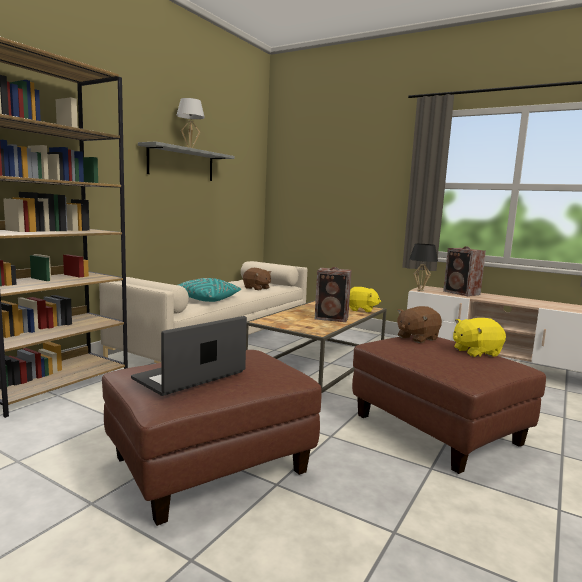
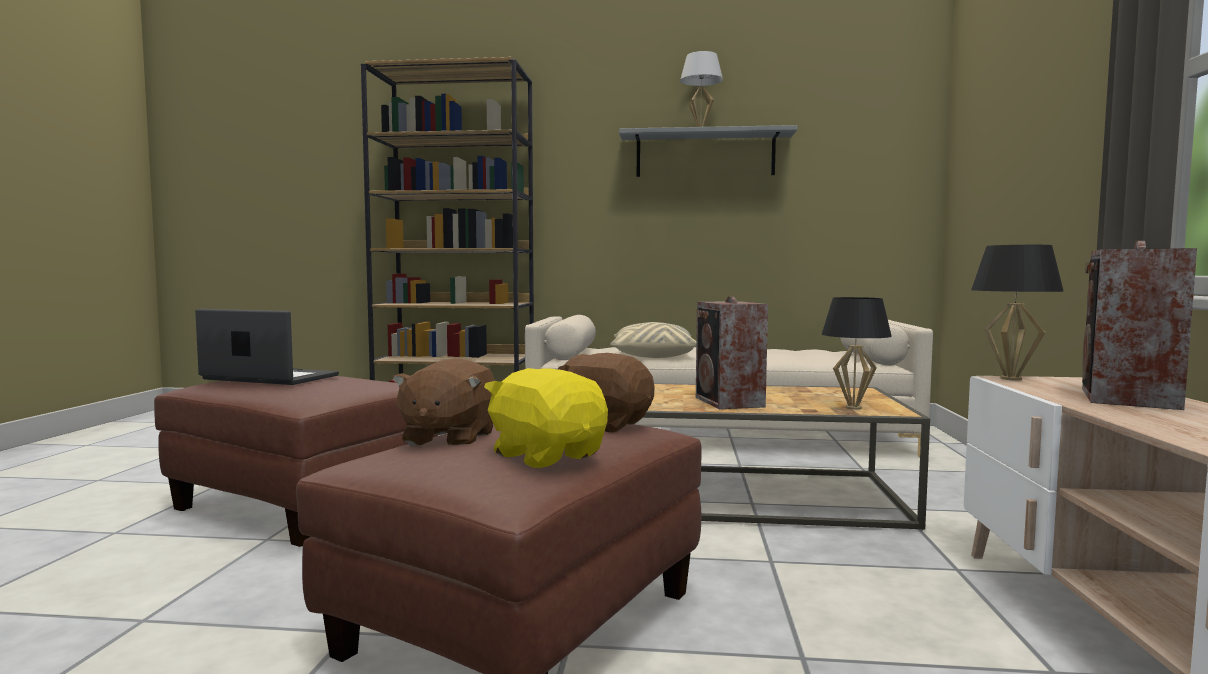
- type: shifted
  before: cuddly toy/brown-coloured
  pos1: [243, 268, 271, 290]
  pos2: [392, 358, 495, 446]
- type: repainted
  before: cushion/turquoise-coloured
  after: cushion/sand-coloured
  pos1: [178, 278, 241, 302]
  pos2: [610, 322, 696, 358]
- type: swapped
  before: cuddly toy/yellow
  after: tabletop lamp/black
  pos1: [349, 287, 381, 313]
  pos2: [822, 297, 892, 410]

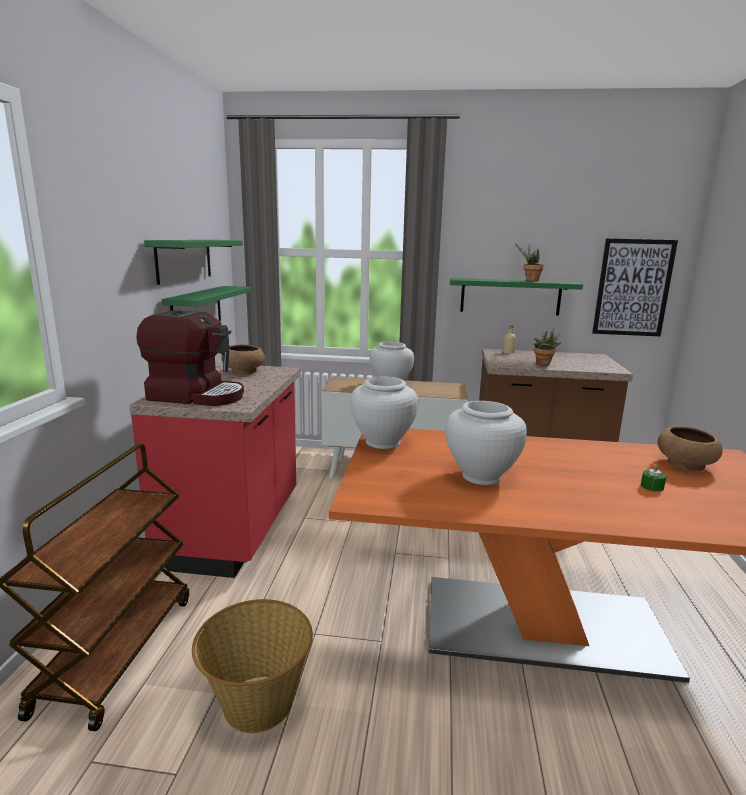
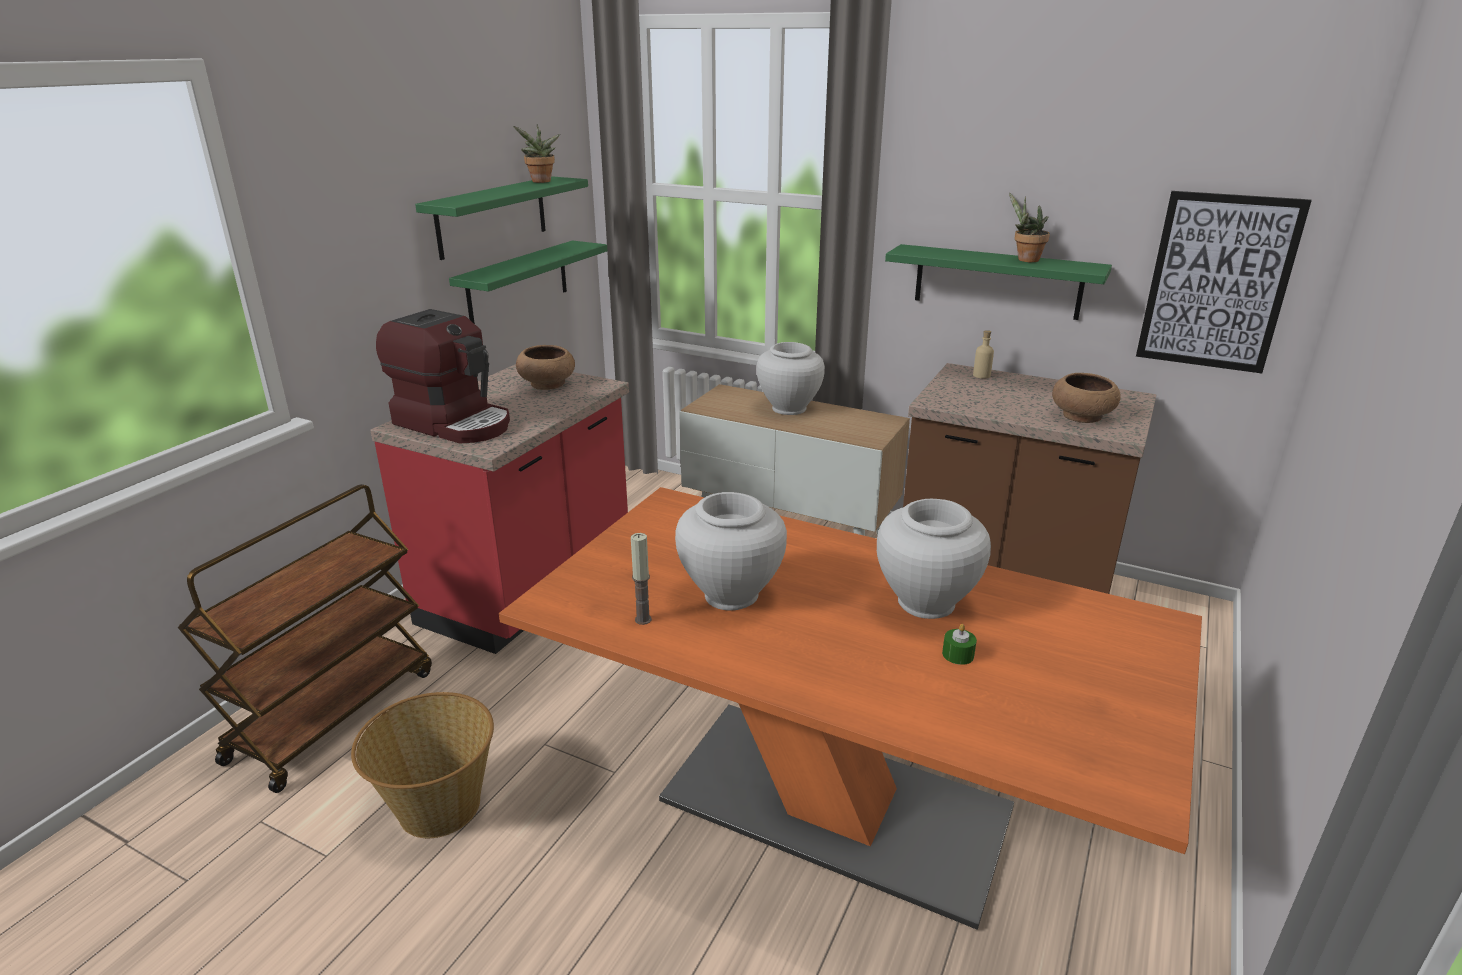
- type: shifted
  before: plant in a pot
  pos1: [534, 328, 561, 366]
  pos2: [513, 124, 560, 183]
- type: new
  after: wax light
  pos2: [631, 533, 652, 625]
- type: shifted
  before: flower vase/whitish
  pos1: [350, 376, 418, 449]
  pos2: [877, 499, 991, 619]
- type: shifted
  before: bowl/brown-coloured
  pos1: [658, 426, 723, 471]
  pos2: [1052, 373, 1121, 423]

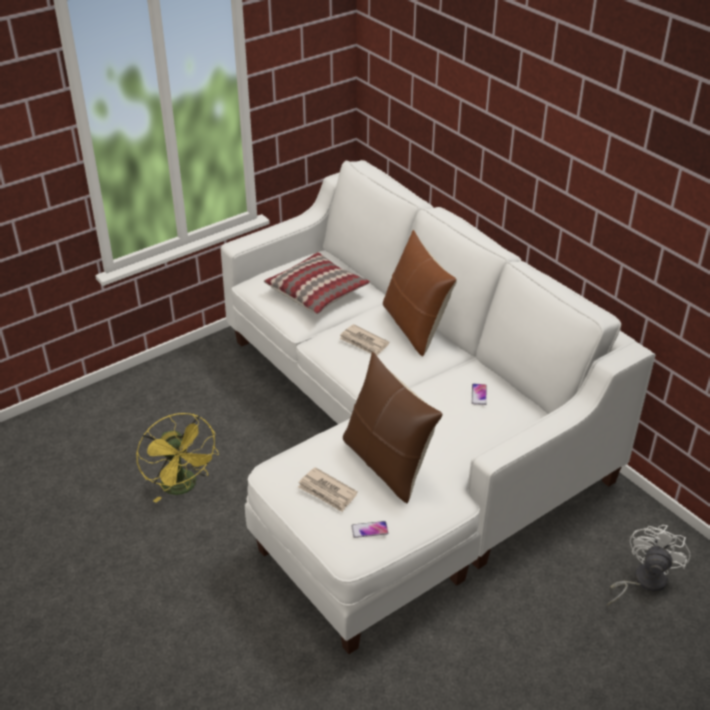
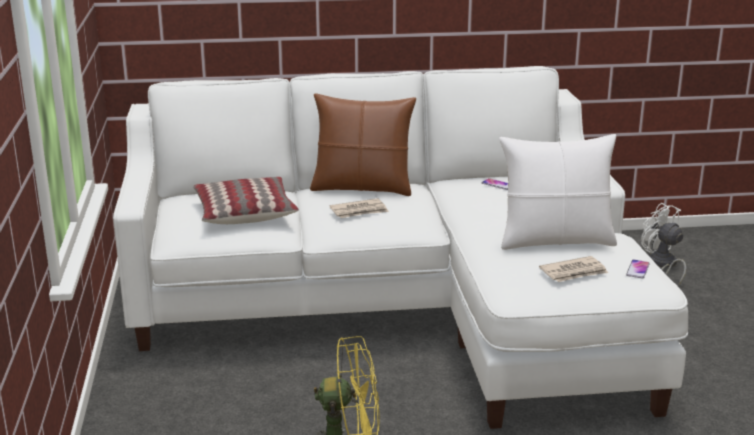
- type: repainted
  before: cushion/brown-coloured
  after: cushion/whitish
  pos1: [343, 352, 443, 504]
  pos2: [499, 134, 617, 250]

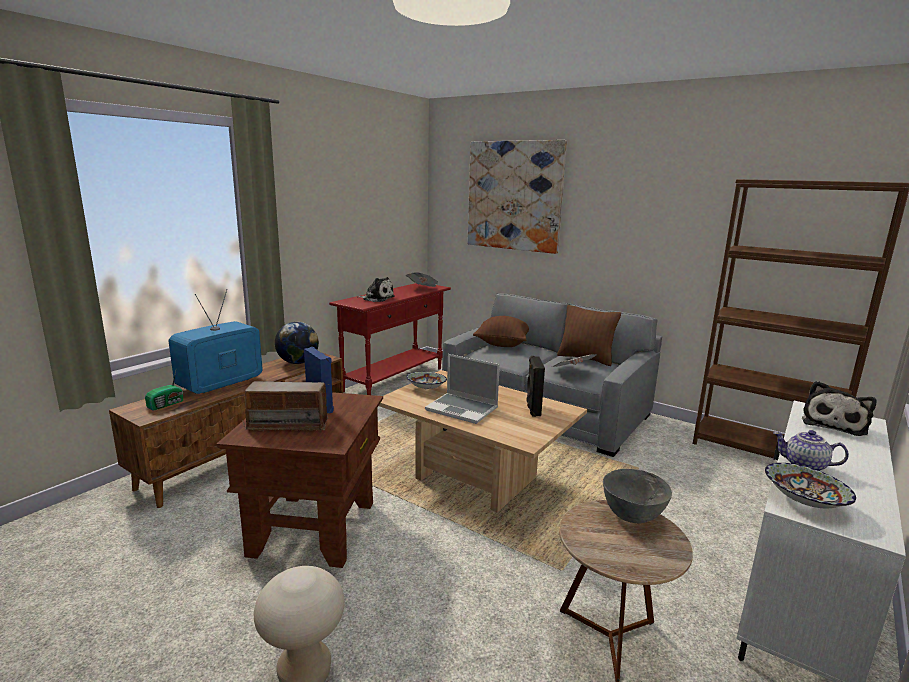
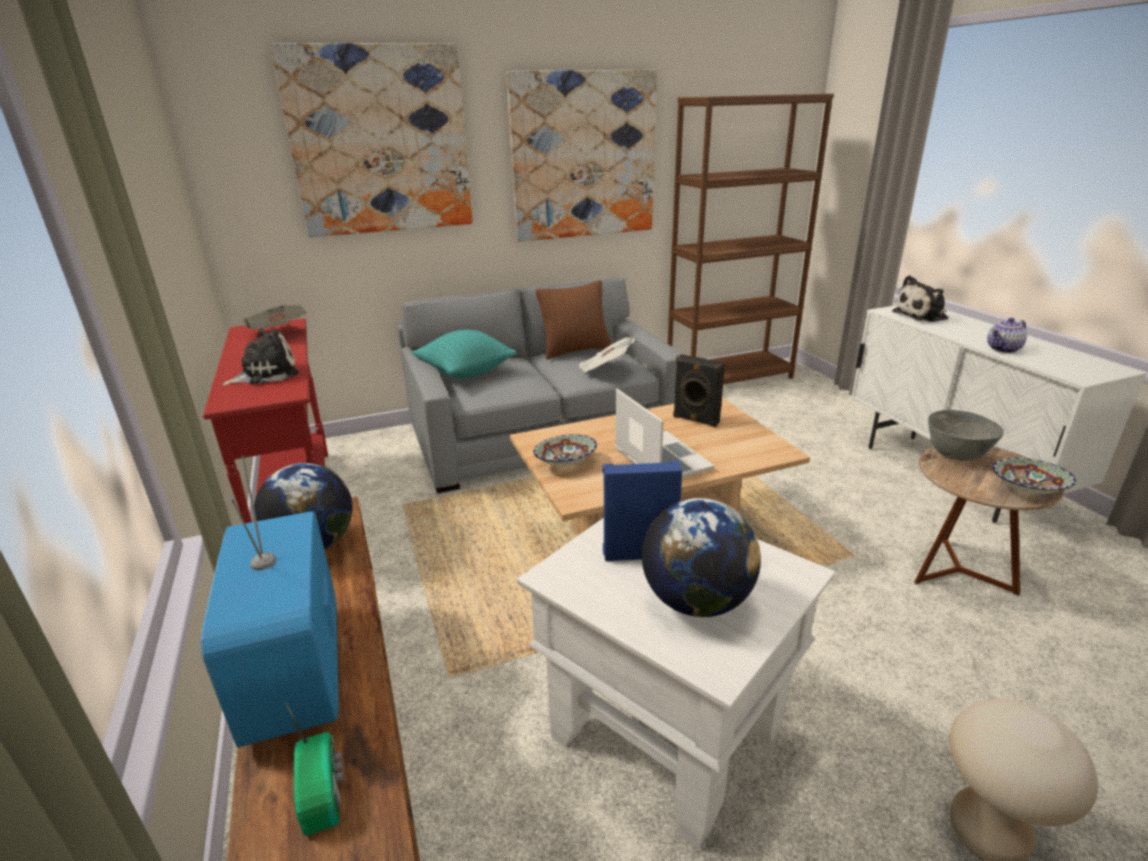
- type: repainted
  before: cushion/brown-coloured
  after: cushion/turquoise-coloured
  pos1: [473, 316, 529, 347]
  pos2: [412, 330, 517, 379]
- type: new
  after: wall picture
  pos2: [506, 70, 657, 242]
- type: repainted
  before: accent table/brown-coloured
  after: accent table/whitish
  pos1: [216, 392, 383, 568]
  pos2: [517, 518, 836, 850]
- type: rotated
  before: laptop
  pos1: [425, 354, 500, 424]
  pos2: [615, 389, 714, 478]
  turn: -90
- type: swapped
  before: radio receiver
  after: world globe
  pos1: [242, 381, 329, 431]
  pos2: [642, 498, 761, 617]
- type: rotated
  before: cuddly toy
  pos1: [802, 381, 876, 436]
  pos2: [892, 275, 949, 322]
  turn: 90
- type: shifted
  before: bowl
  pos1: [765, 463, 856, 508]
  pos2: [992, 458, 1076, 494]

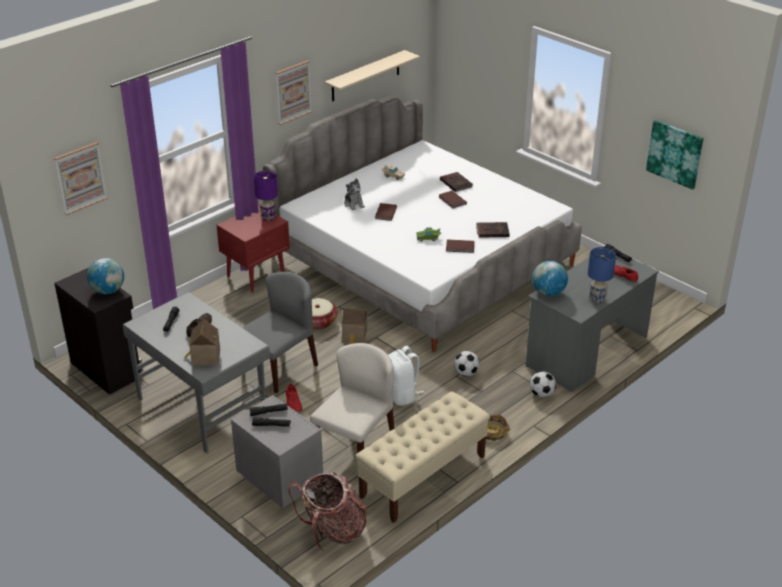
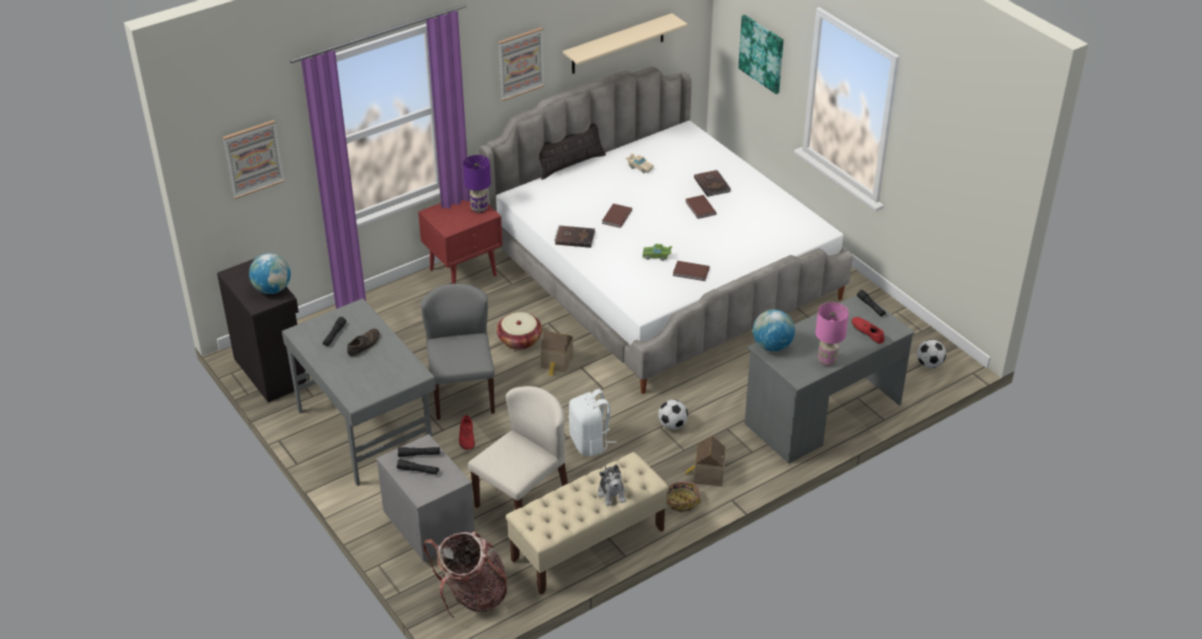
- type: rotated
  before: upright chair/greyish
  pos1: [242, 272, 318, 394]
  pos2: [421, 284, 495, 420]
  turn: -60
- type: new
  after: cushion
  pos2: [539, 123, 606, 180]
- type: shifted
  before: volume/brown-coloured
  pos1: [476, 222, 510, 238]
  pos2: [554, 226, 595, 248]
- type: shifted
  before: cuddly toy
  pos1: [344, 178, 365, 211]
  pos2: [598, 465, 626, 506]
- type: shifted
  before: model house
  pos1: [184, 319, 220, 366]
  pos2: [686, 436, 726, 486]
- type: shifted
  before: wall picture
  pos1: [646, 120, 703, 190]
  pos2: [738, 15, 784, 94]
- type: repainted
  before: tabletop lamp/bluish
  after: tabletop lamp/pink
  pos1: [588, 247, 616, 303]
  pos2: [815, 302, 849, 366]
- type: shifted
  before: ball for football
  pos1: [530, 371, 556, 398]
  pos2: [917, 340, 946, 368]

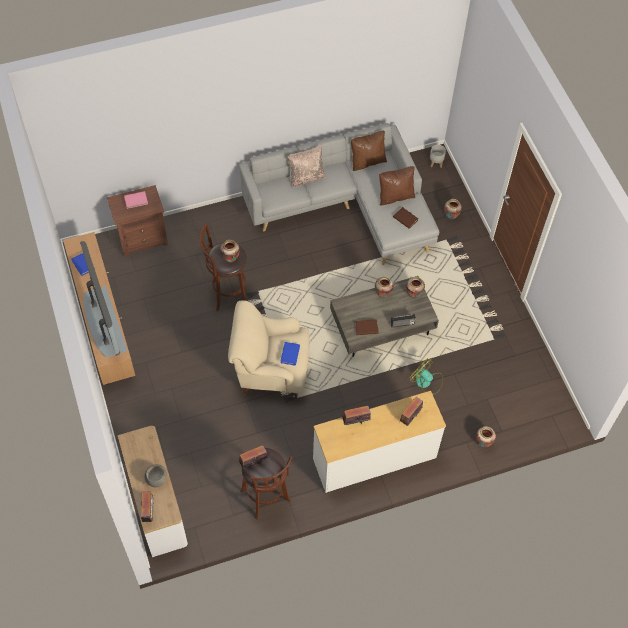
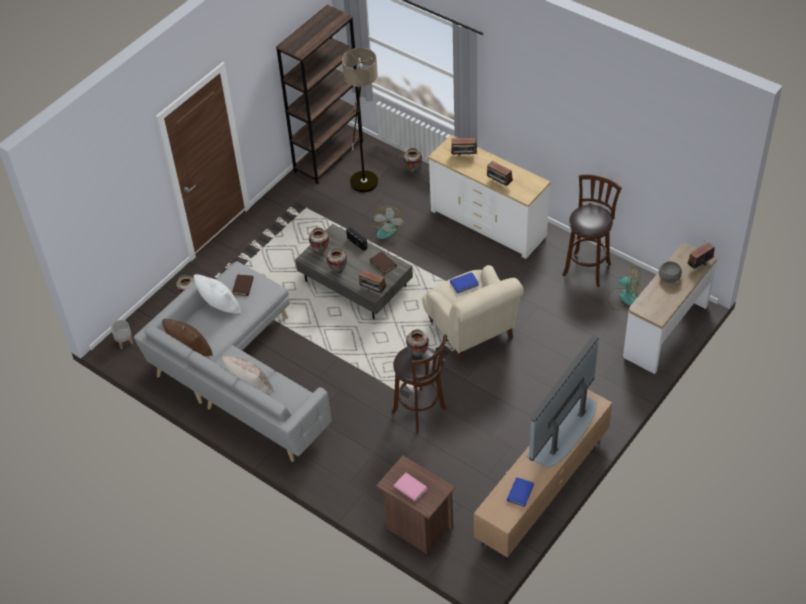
- type: repainted
  before: cushion/brown-coloured
  after: cushion/whitish
  pos1: [379, 166, 416, 205]
  pos2: [193, 274, 241, 314]
- type: new
  after: bookshelf/brown-coloured
  pos2: [276, 5, 363, 184]
- type: new
  after: standing lamp
  pos2: [342, 48, 378, 192]
- type: shifted
  before: radio receiver
  pos1: [239, 445, 268, 469]
  pos2: [359, 269, 387, 293]
- type: new
  after: fan
  pos2: [607, 266, 641, 310]

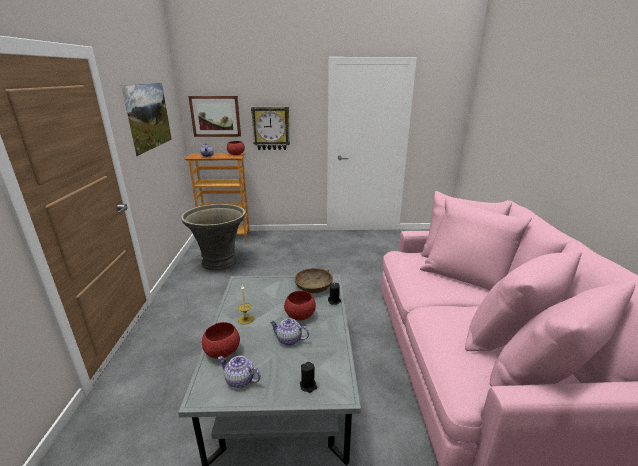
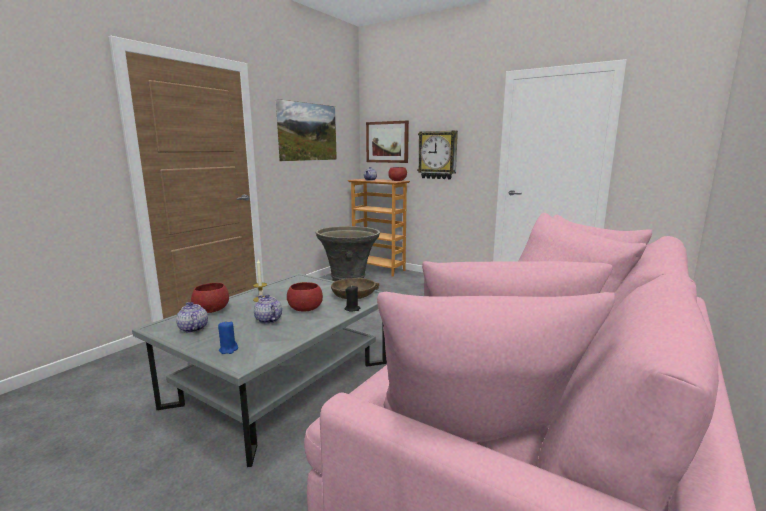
- type: repainted
  before: wax light/black
  after: wax light/bluish
  pos1: [300, 362, 317, 393]
  pos2: [218, 322, 238, 354]

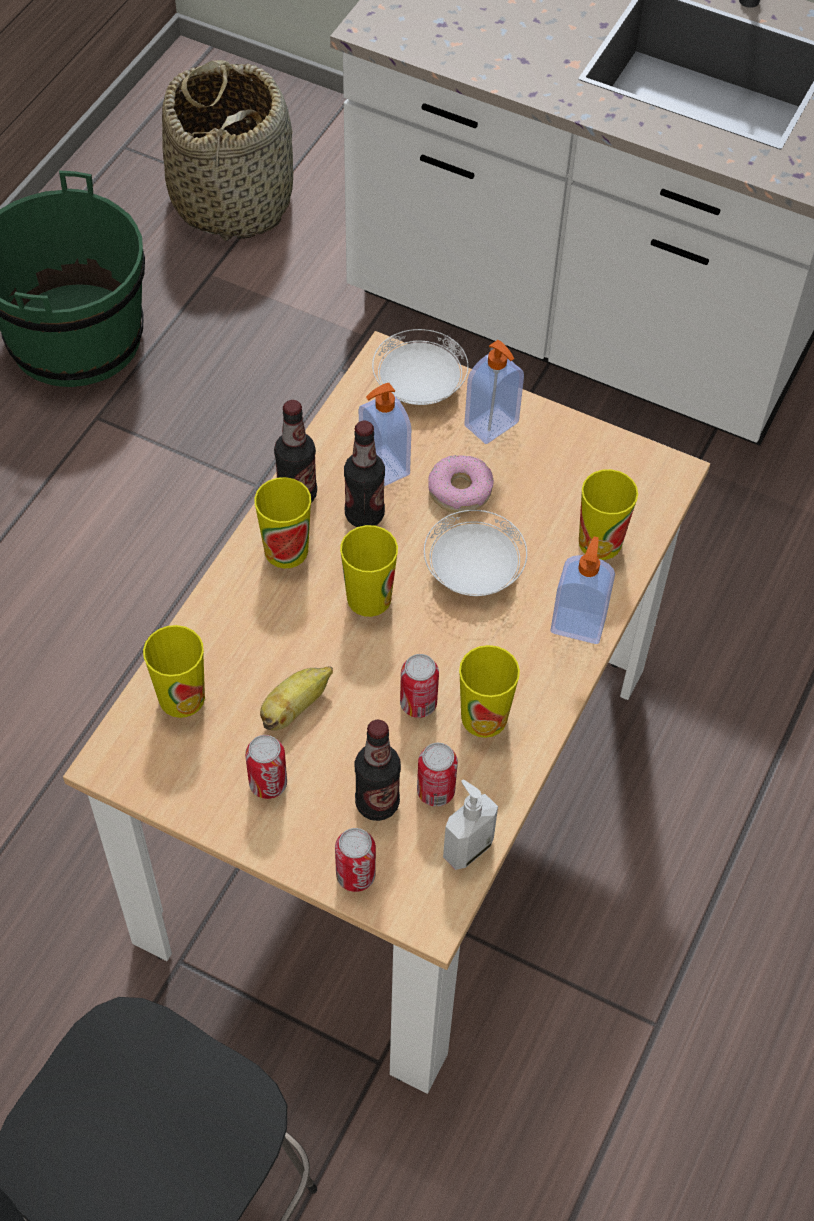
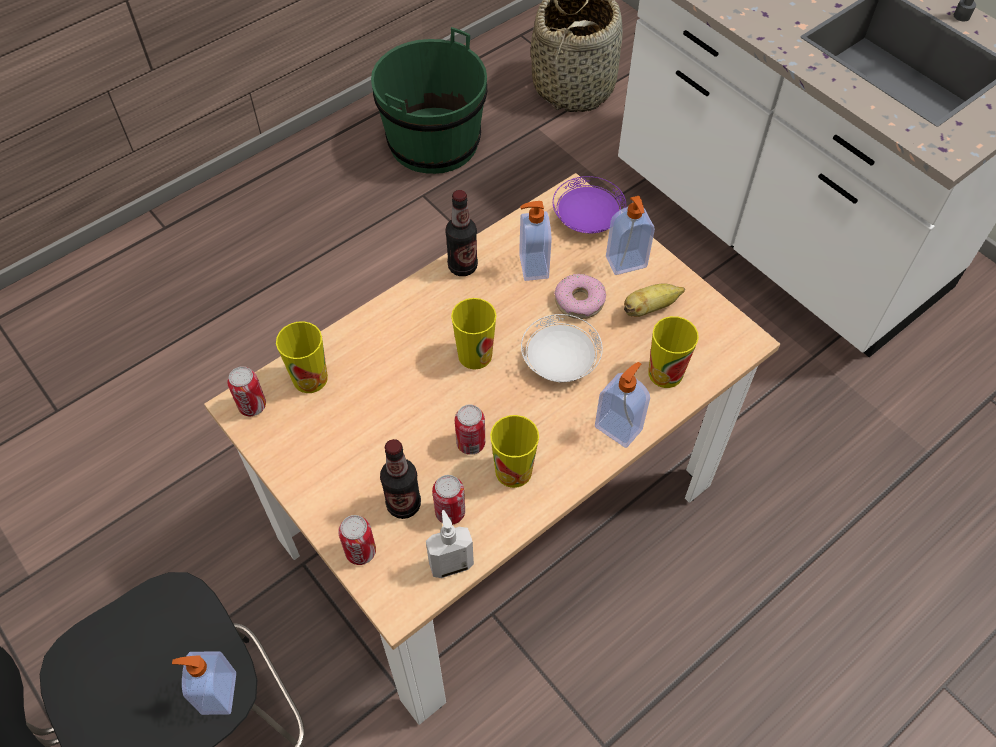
- type: new
  after: soap dispenser
  pos2: [172, 651, 236, 715]
- type: shifted
  before: metal can
  pos1: [245, 735, 287, 799]
  pos2: [227, 366, 266, 416]
- type: repainted
  before: plate/whitish
  after: plate/purple-coloured
  pos1: [372, 329, 468, 405]
  pos2: [553, 176, 626, 234]
- type: shifted
  before: banana fruit
  pos1: [260, 666, 333, 731]
  pos2: [624, 283, 685, 317]
- type: gone
  before: cup
  pos1: [254, 477, 311, 568]
- type: gone
  before: bottle
  pos1: [344, 421, 385, 527]

